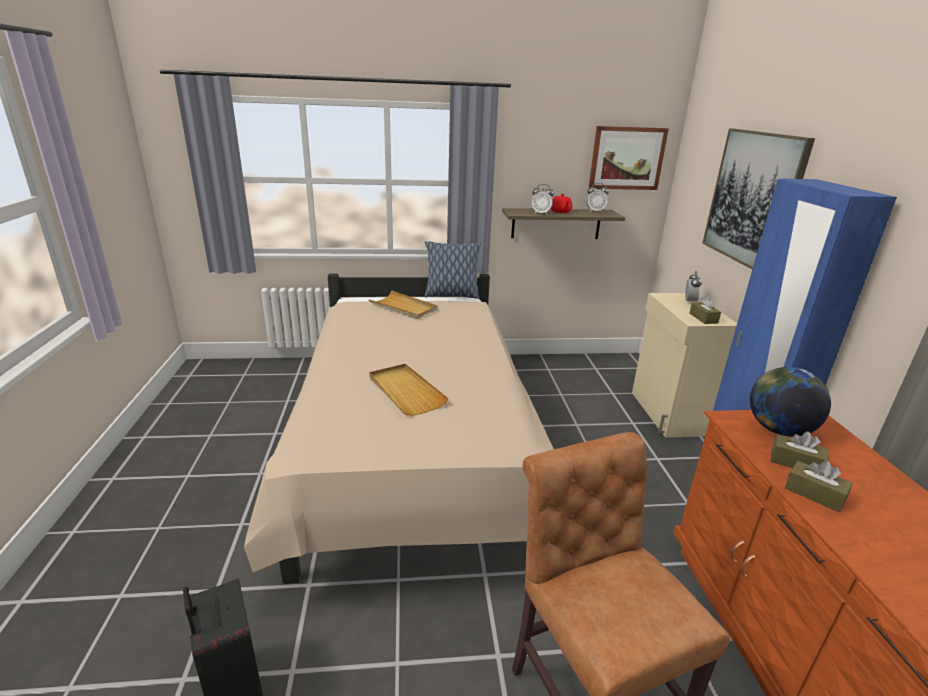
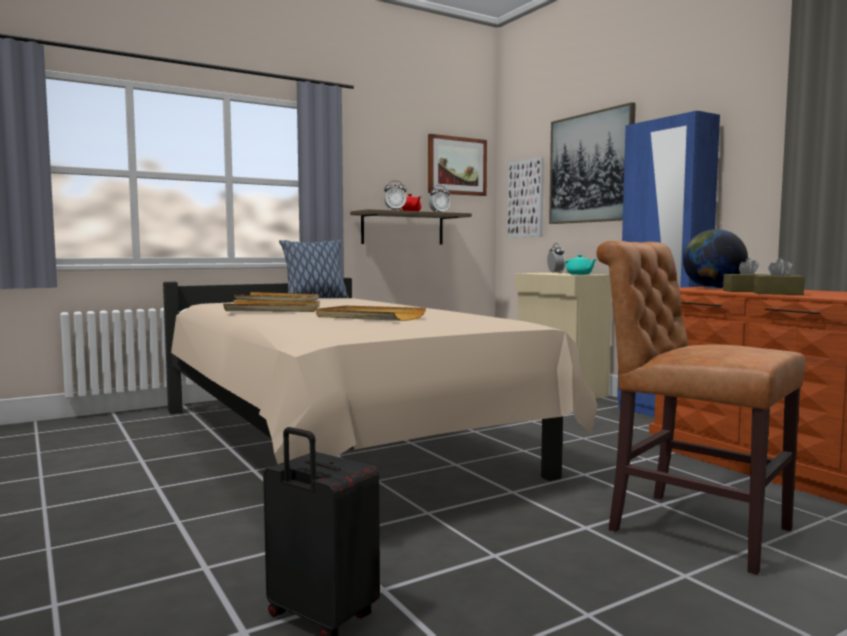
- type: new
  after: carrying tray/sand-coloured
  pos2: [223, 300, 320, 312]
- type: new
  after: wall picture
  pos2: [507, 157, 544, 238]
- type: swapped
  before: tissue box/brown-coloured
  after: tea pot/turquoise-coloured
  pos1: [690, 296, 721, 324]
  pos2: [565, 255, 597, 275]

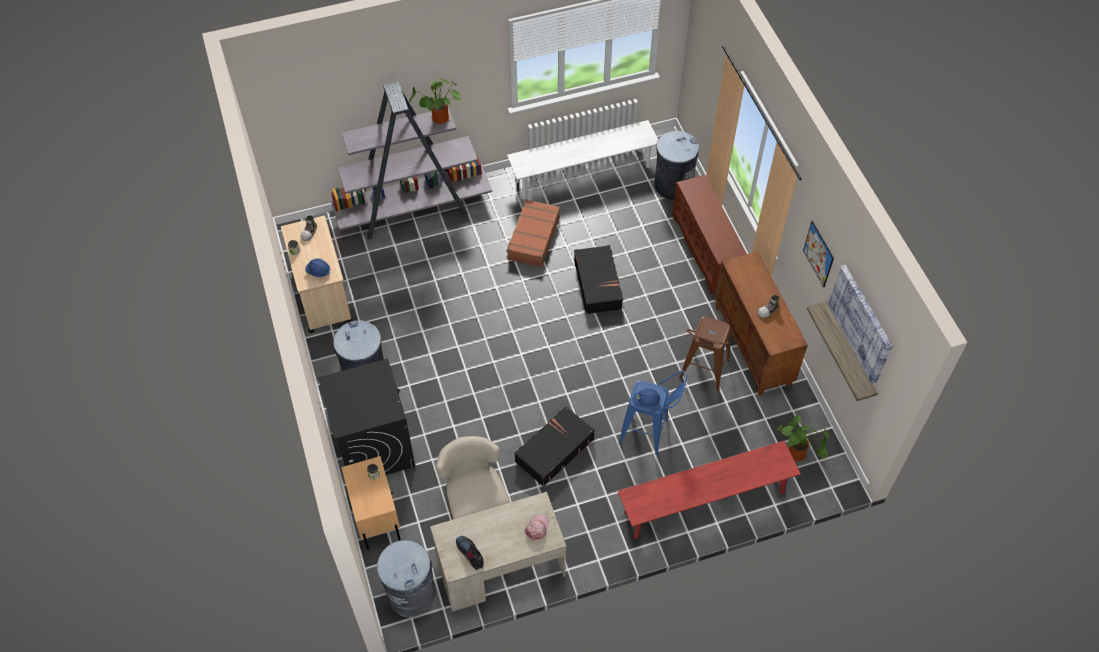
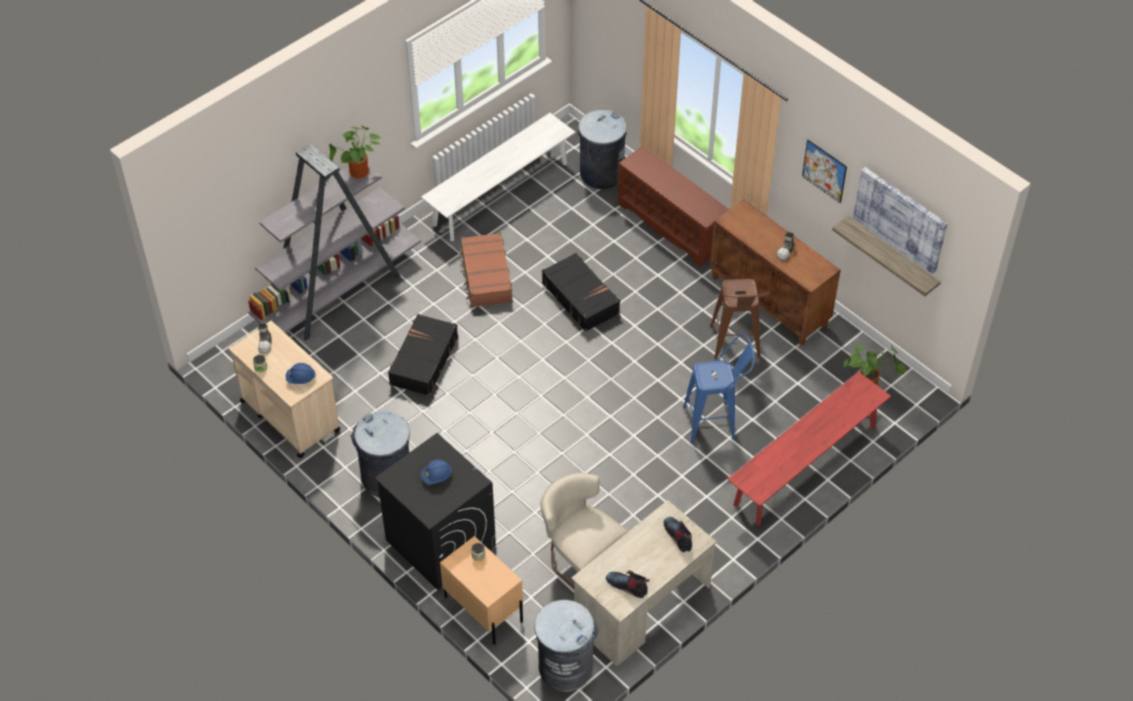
- type: shifted
  before: travel case/black
  pos1: [514, 406, 595, 487]
  pos2: [388, 314, 458, 396]
- type: shifted
  before: safety helmet/bluish
  pos1: [633, 388, 661, 408]
  pos2: [421, 459, 452, 484]
- type: swapped
  before: cap/pink
  after: high-top boot
  pos1: [525, 514, 549, 540]
  pos2: [664, 517, 692, 552]

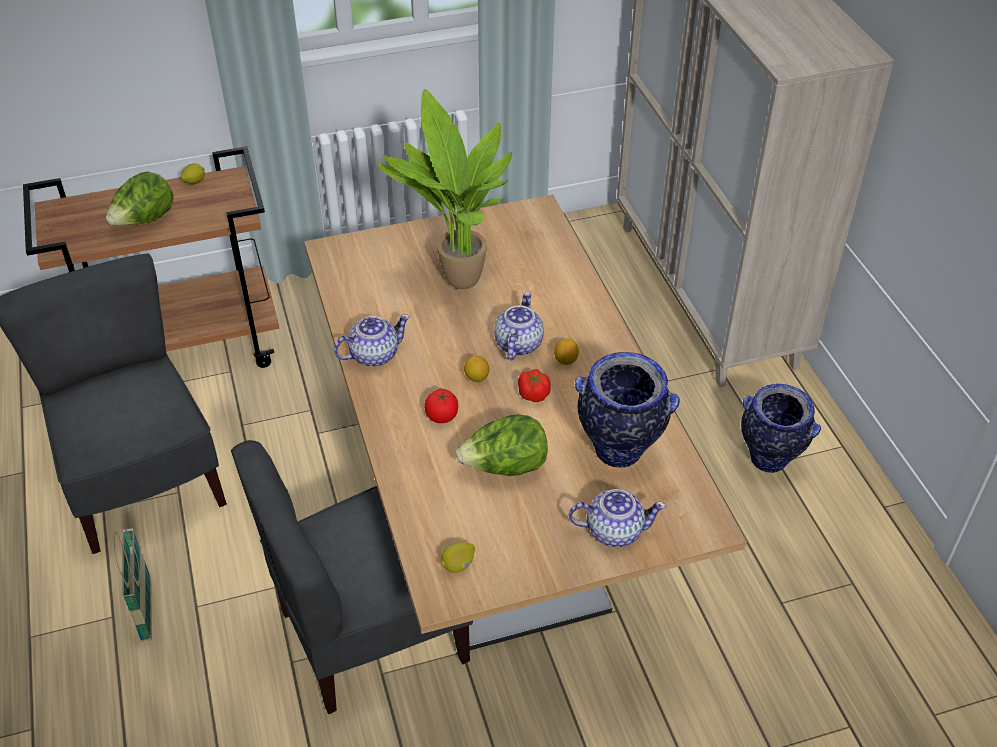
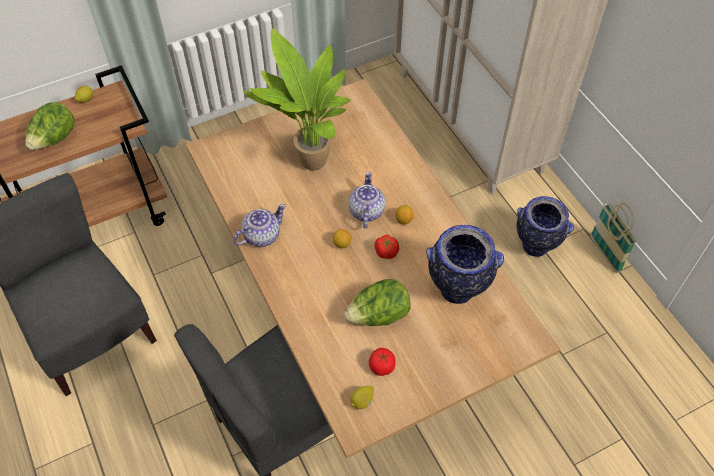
- type: shifted
  before: whole tomato
  pos1: [424, 389, 458, 423]
  pos2: [369, 348, 396, 376]
- type: shifted
  before: storage basket
  pos1: [114, 528, 152, 642]
  pos2: [590, 203, 637, 273]
- type: gone
  before: tea pot
  pos1: [569, 489, 666, 547]

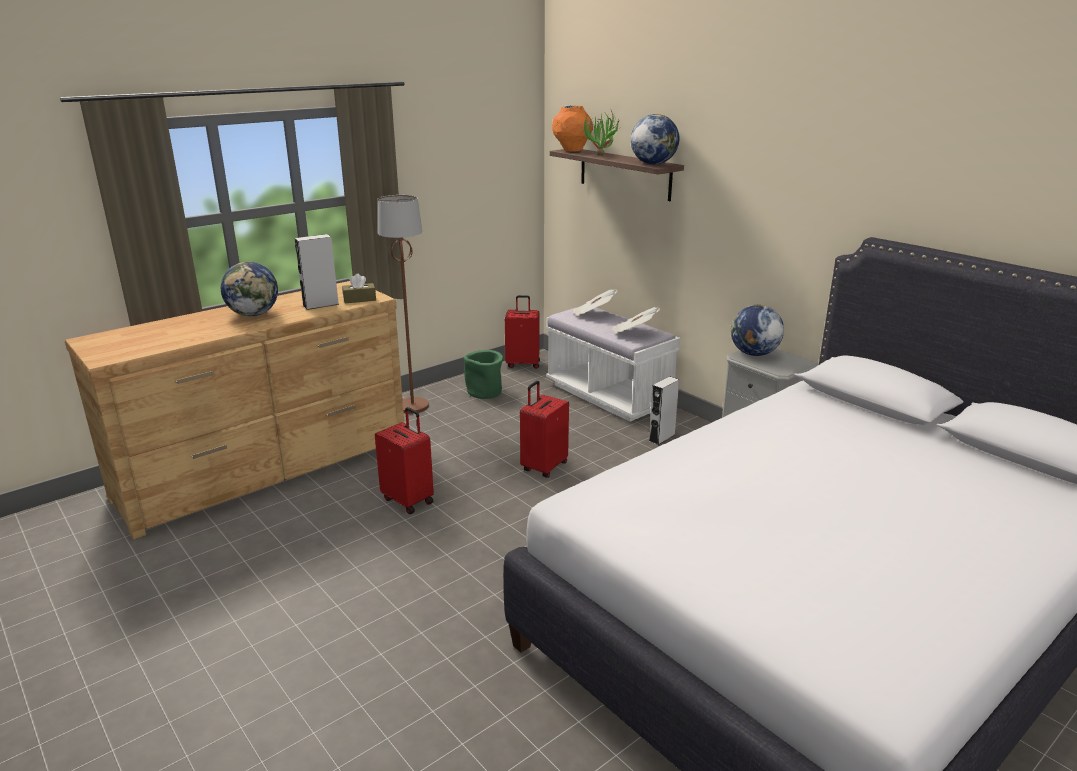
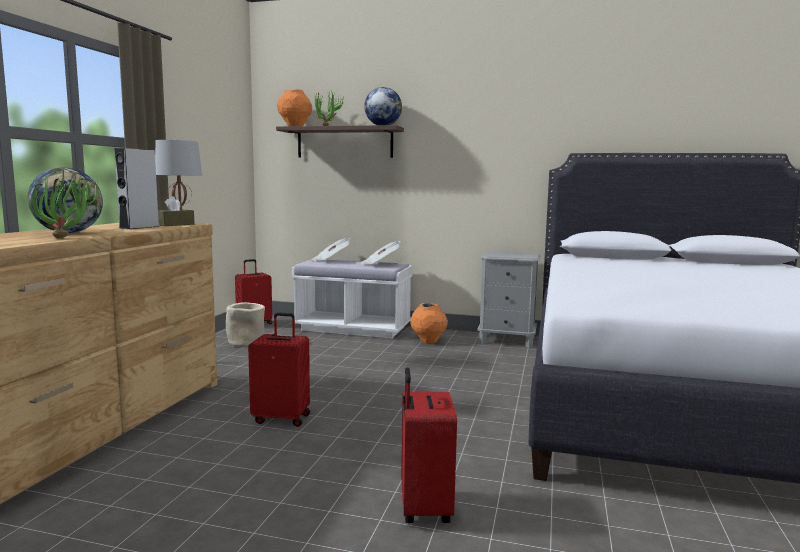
- type: new
  after: plant in a pot
  pos2: [29, 167, 98, 238]
- type: repainted
  before: planter/green-coloured
  after: planter/sand-coloured
  pos1: [464, 350, 503, 399]
  pos2: [226, 302, 265, 347]
- type: shifted
  before: travel case/red
  pos1: [520, 381, 569, 478]
  pos2: [401, 368, 457, 523]
- type: swapped
  before: audio speaker/greyish
  after: flower vase/orange-coloured
  pos1: [649, 376, 679, 445]
  pos2: [410, 303, 448, 343]
- type: gone
  before: world globe
  pos1: [731, 305, 784, 356]

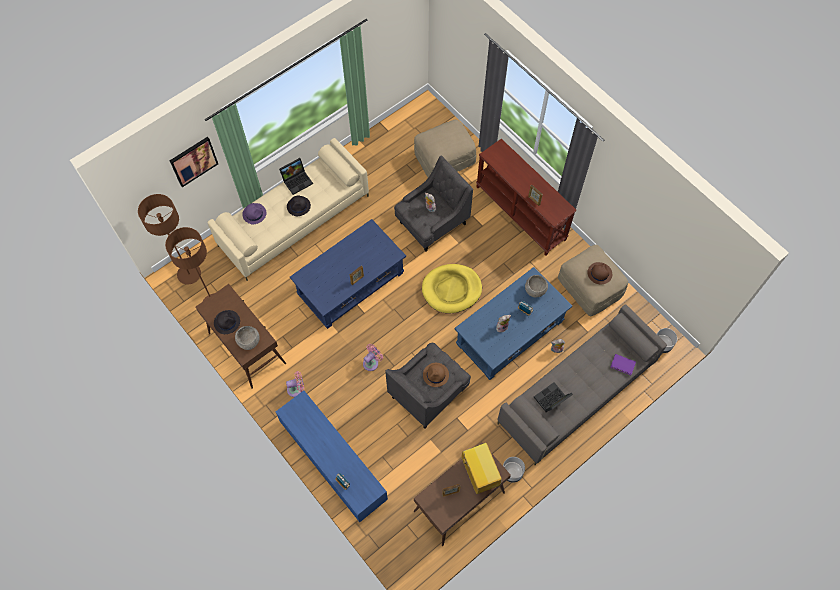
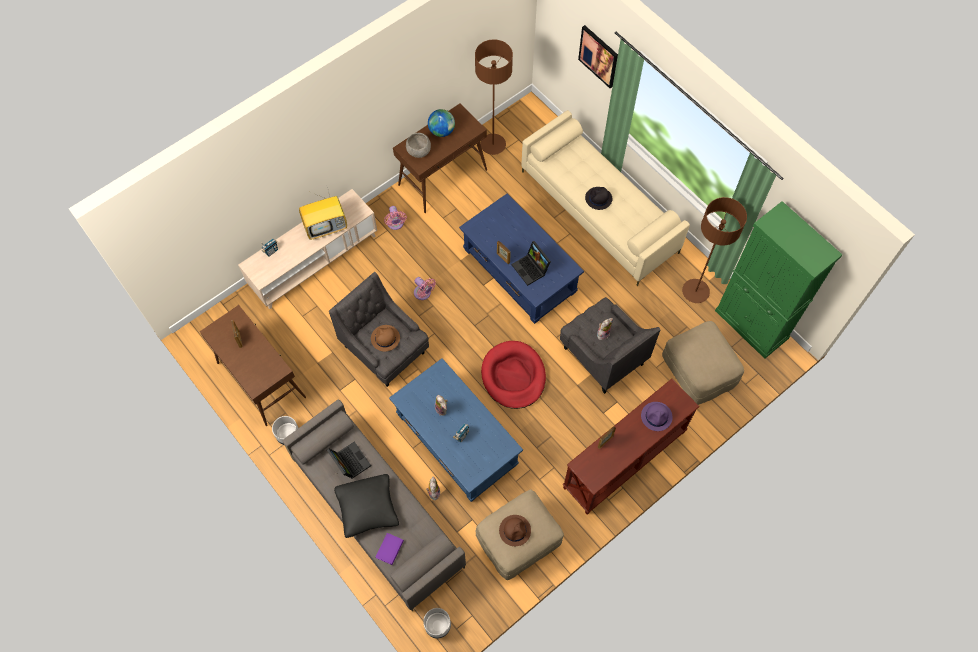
- type: repainted
  before: tv stand/bluish
  after: tv stand/sand-coloured
  pos1: [276, 391, 388, 522]
  pos2: [238, 189, 377, 309]
- type: shifted
  before: television
  pos1: [462, 443, 502, 494]
  pos2: [299, 187, 347, 240]
- type: new
  after: cushion/black
  pos2: [334, 474, 399, 538]
- type: swapped
  before: wearable hat/black
  after: world globe
  pos1: [214, 310, 240, 334]
  pos2: [428, 109, 455, 137]
- type: repainted
  before: dog cushion/yellow
  after: dog cushion/red
  pos1: [422, 264, 482, 313]
  pos2: [481, 341, 546, 409]
- type: shifted
  before: laptop
  pos1: [279, 158, 313, 195]
  pos2: [512, 241, 551, 286]
- type: shifted
  before: wearable hat/purple-coloured
  pos1: [242, 203, 266, 224]
  pos2: [641, 402, 673, 431]
- type: shifted
  before: standing lamp/brown-coloured
  pos1: [138, 194, 201, 285]
  pos2: [682, 197, 747, 303]
- type: new
  after: cupboard/green-coloured
  pos2: [715, 201, 842, 359]
- type: gone
  before: bowl/greyish
  pos1: [525, 275, 548, 298]

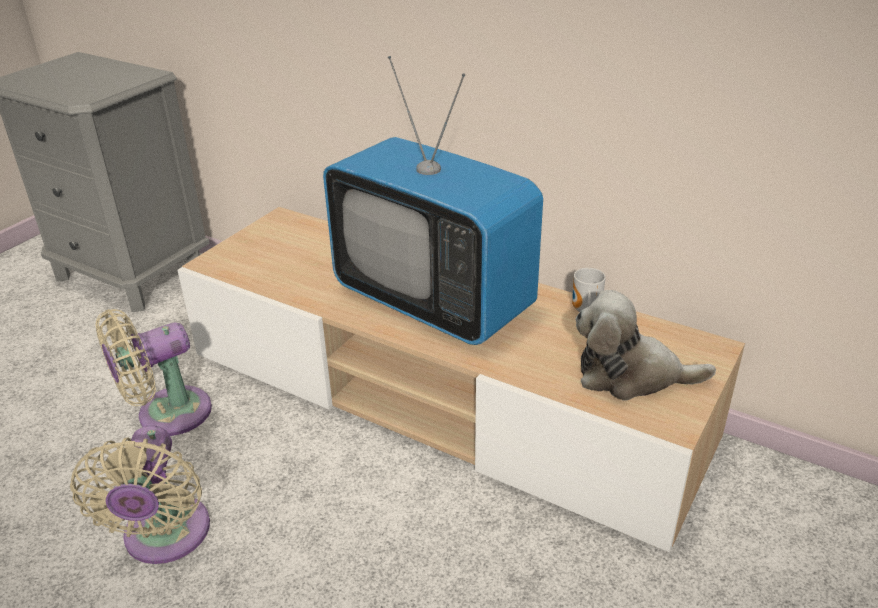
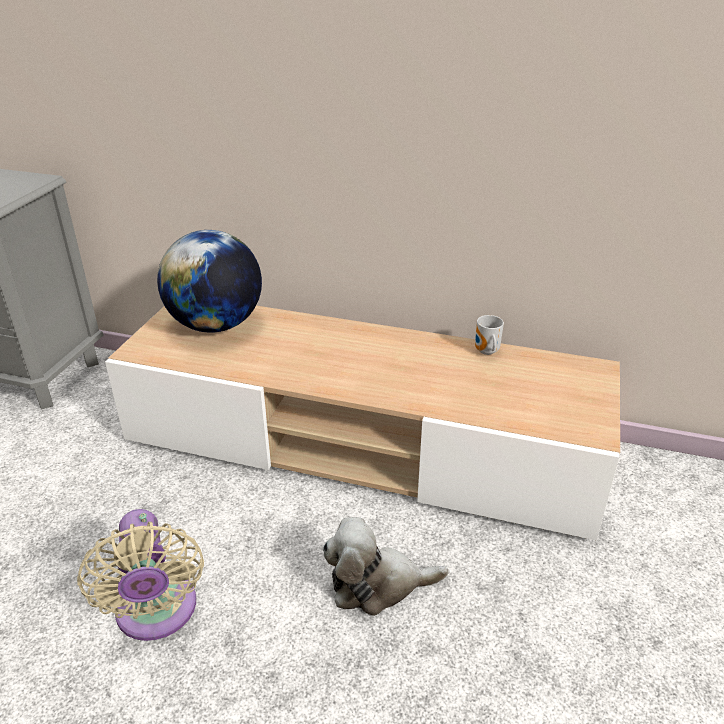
- type: new
  after: world globe
  pos2: [157, 230, 262, 333]
- type: shifted
  before: cuddly toy
  pos1: [575, 290, 716, 401]
  pos2: [323, 517, 448, 616]
- type: gone
  before: fan/sand-coloured
  pos1: [95, 309, 212, 436]
- type: gone
  before: television
  pos1: [323, 56, 543, 345]

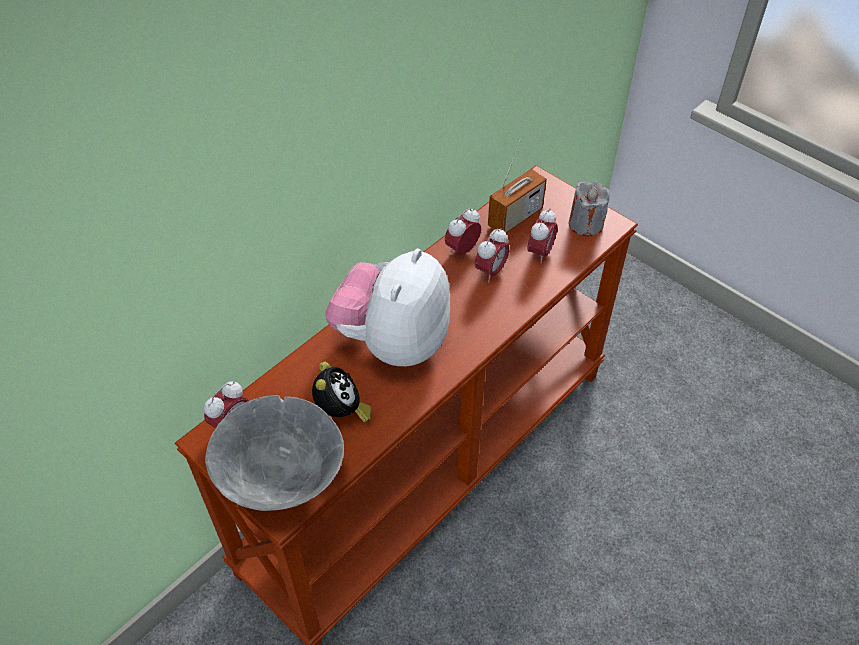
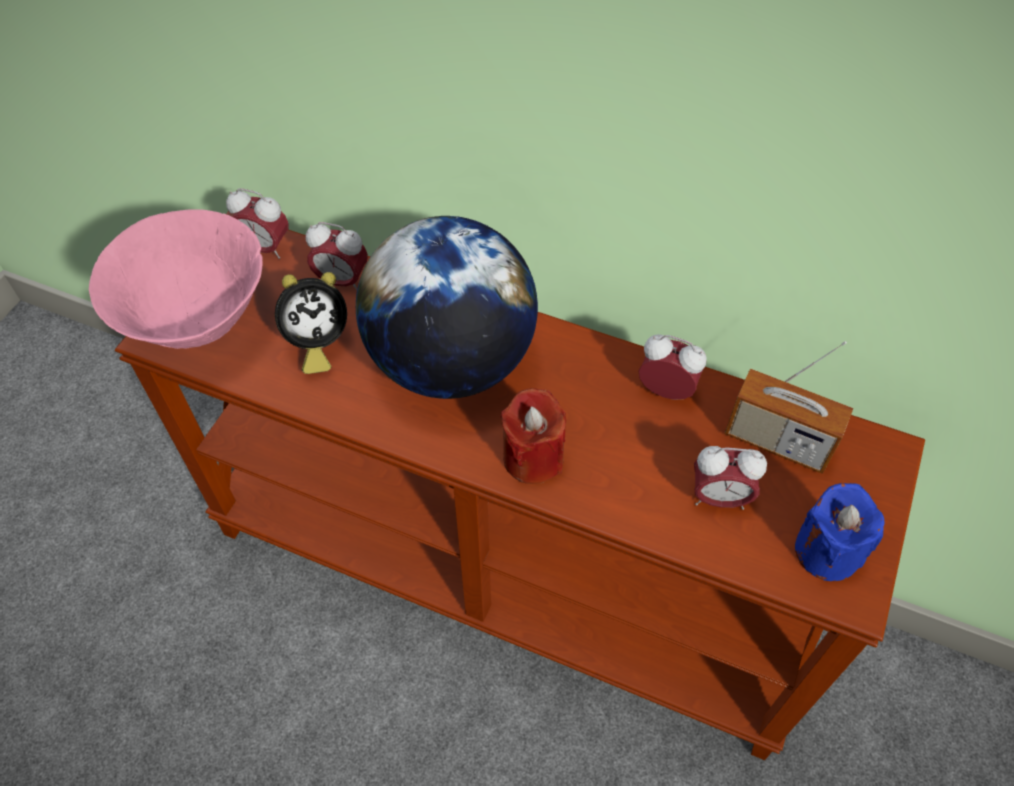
- type: repainted
  before: bowl/greyish
  after: bowl/pink
  pos1: [205, 395, 344, 511]
  pos2: [89, 209, 263, 349]
- type: shifted
  before: bedside clock
  pos1: [475, 228, 509, 282]
  pos2: [306, 222, 368, 291]
- type: swapped
  before: cuddly toy
  after: world globe
  pos1: [325, 248, 450, 366]
  pos2: [356, 216, 538, 399]
- type: new
  after: wax light/red
  pos2: [500, 388, 566, 484]
- type: repainted
  before: wax light/greyish
  after: wax light/bluish
  pos1: [569, 181, 610, 236]
  pos2: [795, 483, 884, 581]

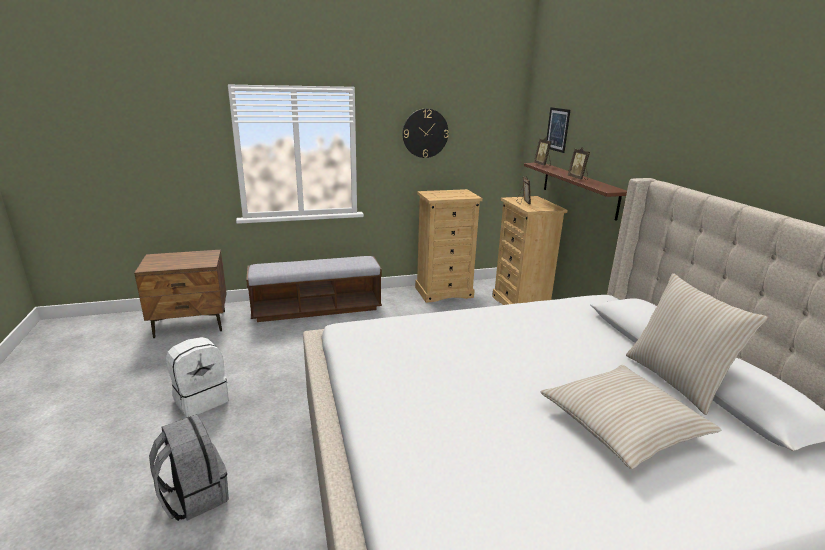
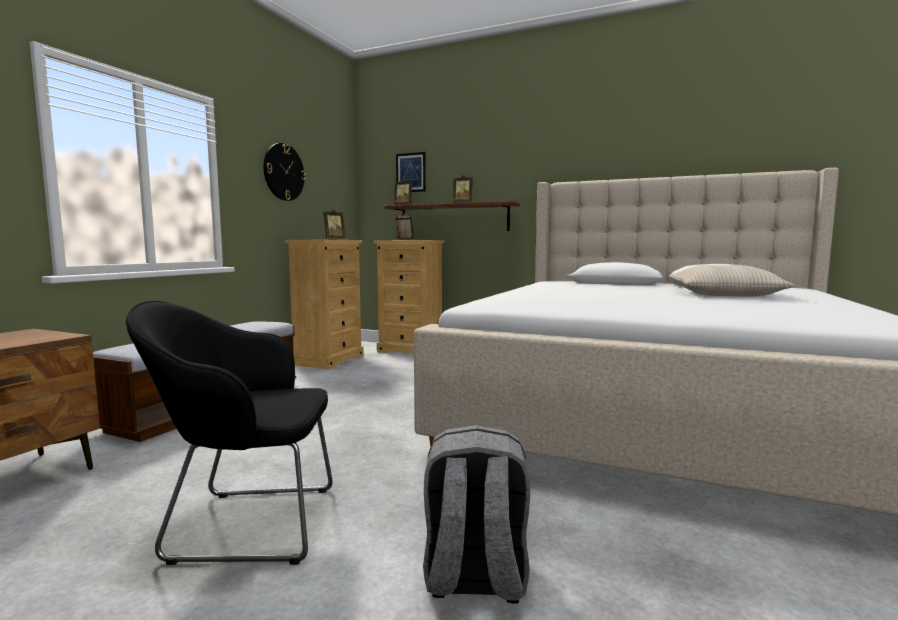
- type: swapped
  before: backpack/whitish
  after: armchair/black
  pos1: [166, 337, 229, 417]
  pos2: [126, 301, 333, 565]
- type: new
  after: standing frame
  pos2: [324, 209, 345, 240]
- type: gone
  before: cushion/sand-coloured
  pos1: [626, 273, 768, 415]

